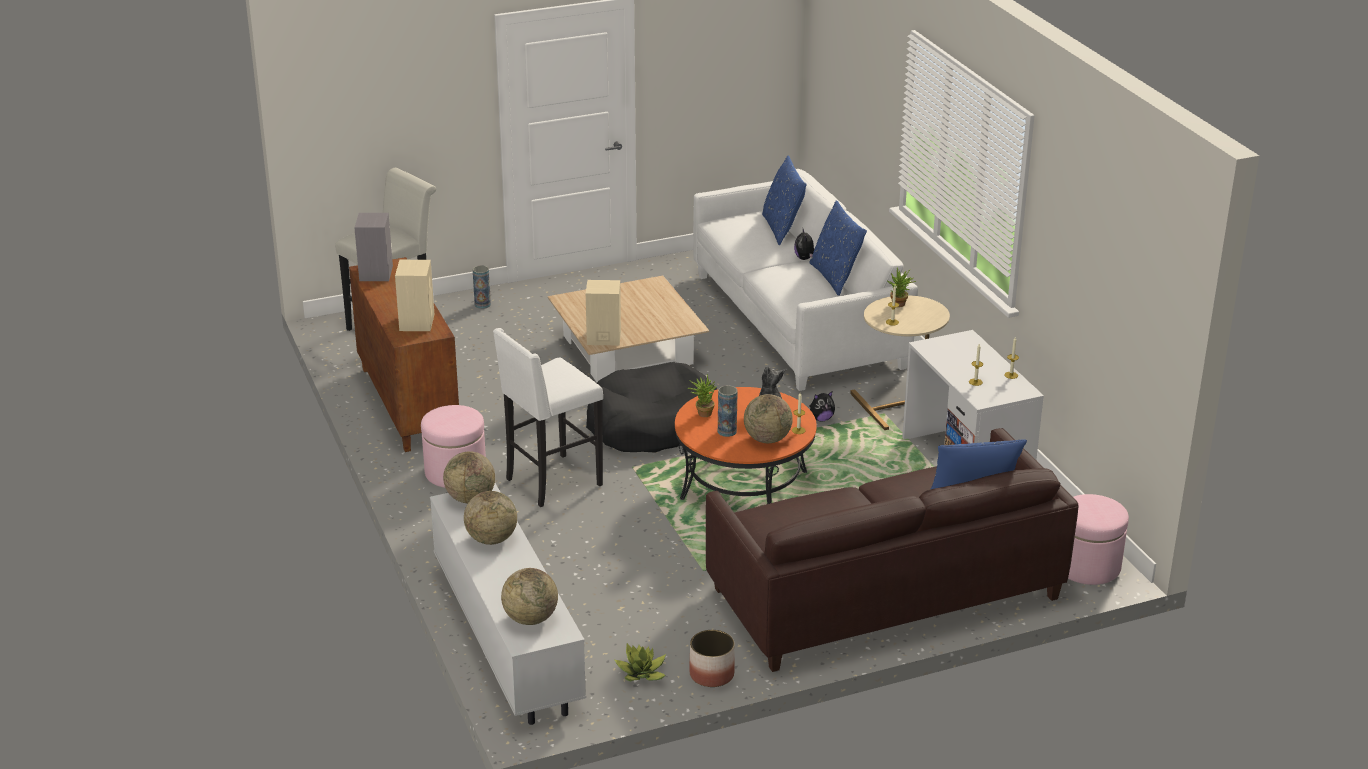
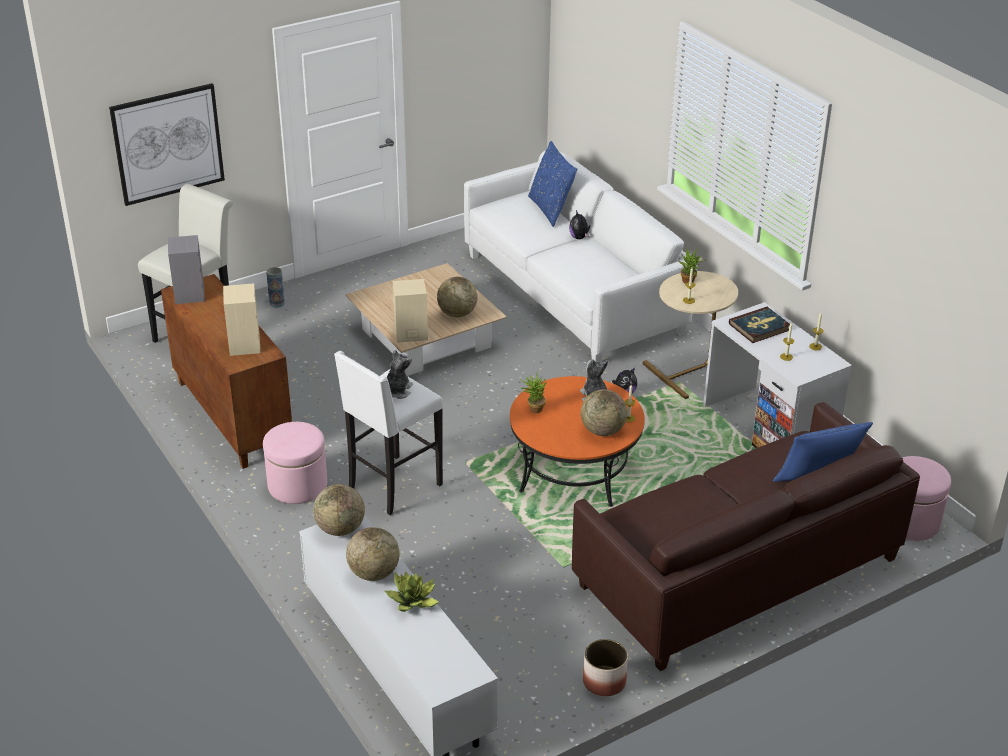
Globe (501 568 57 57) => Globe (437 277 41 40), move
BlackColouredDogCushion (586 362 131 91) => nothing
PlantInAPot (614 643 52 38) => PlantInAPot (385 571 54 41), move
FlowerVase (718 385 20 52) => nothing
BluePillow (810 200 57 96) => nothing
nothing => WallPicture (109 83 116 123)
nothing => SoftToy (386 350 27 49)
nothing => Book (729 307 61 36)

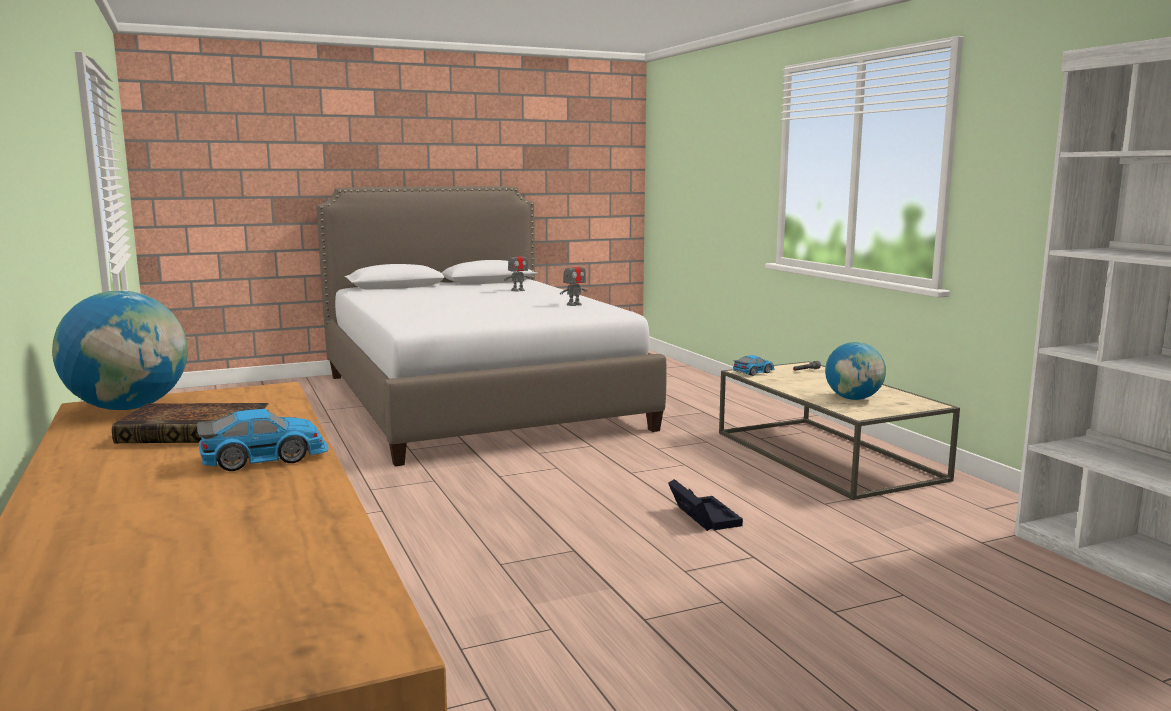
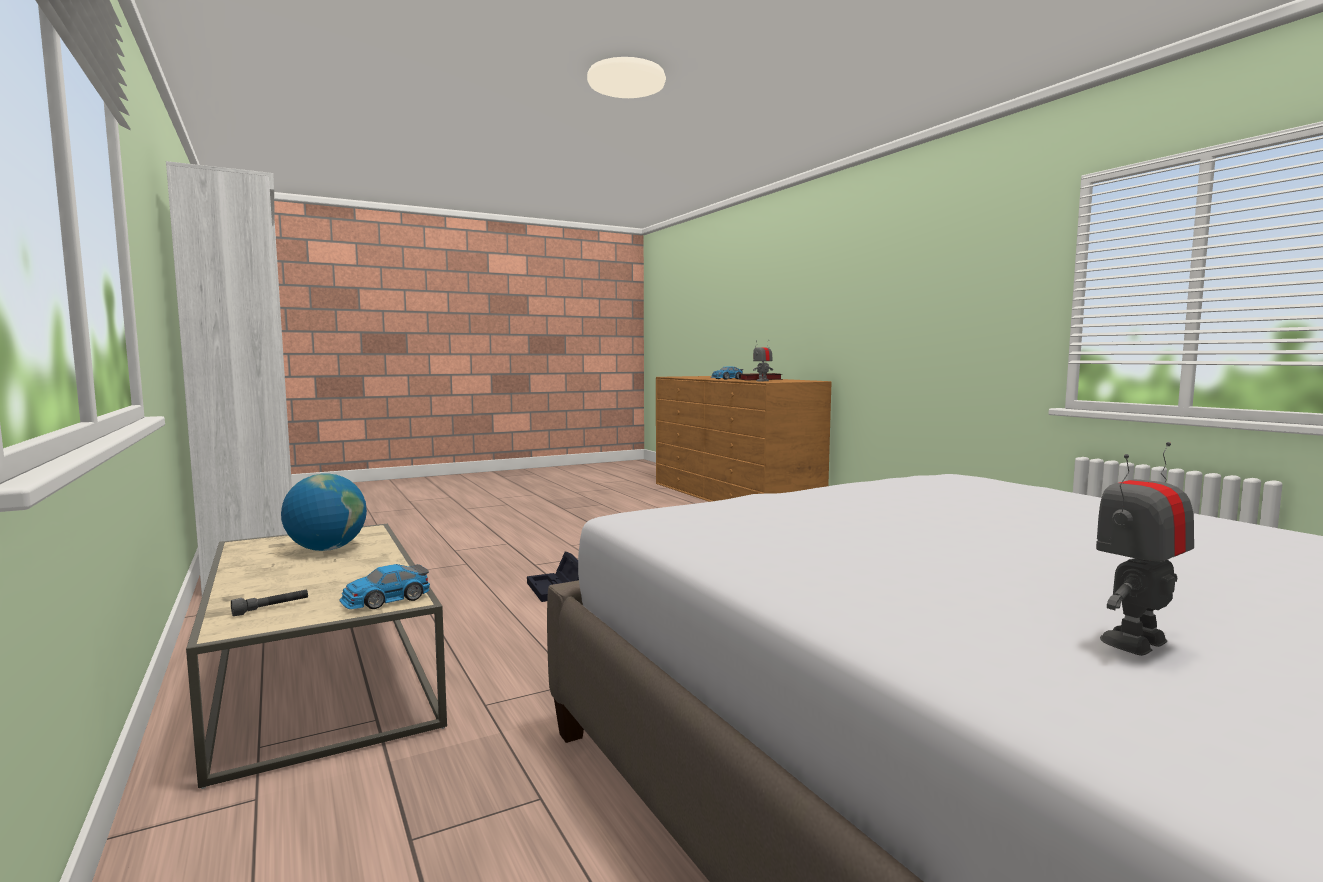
Globe (52 290 136 120) => nothing
ToyRobot (560 259 28 47) => ToyRobot (753 340 20 41), move

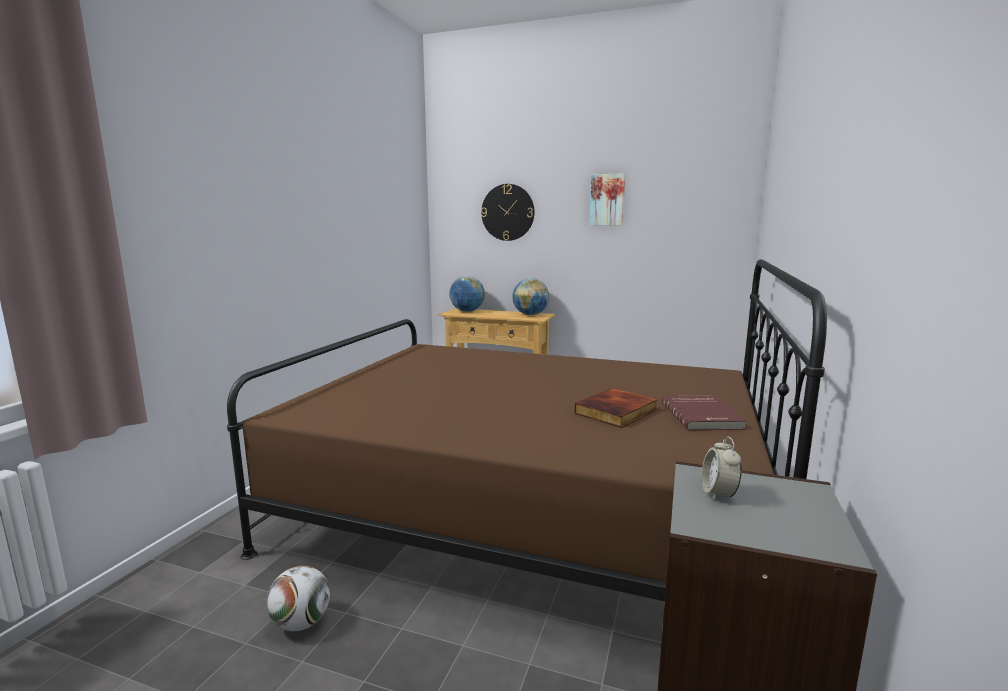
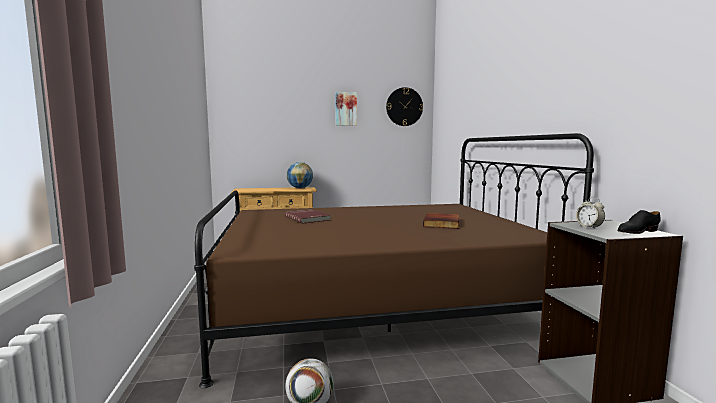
Globe (449 276 36 36) => nothing
ClockOnTheWall (481 184 53 57) => ClockOnTheWall (386 87 37 39), move
RedBook (662 396 84 34) => RedBook (285 209 46 15), move
nothing => BlackColouredItemOfFootwear (618 210 43 24)

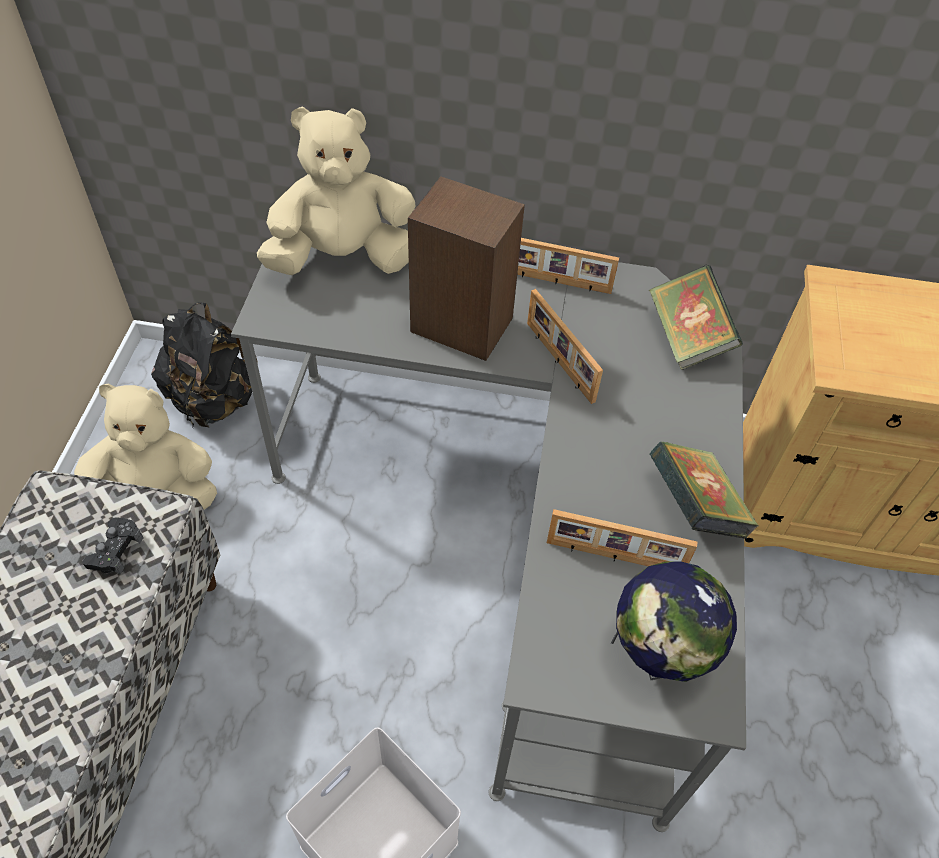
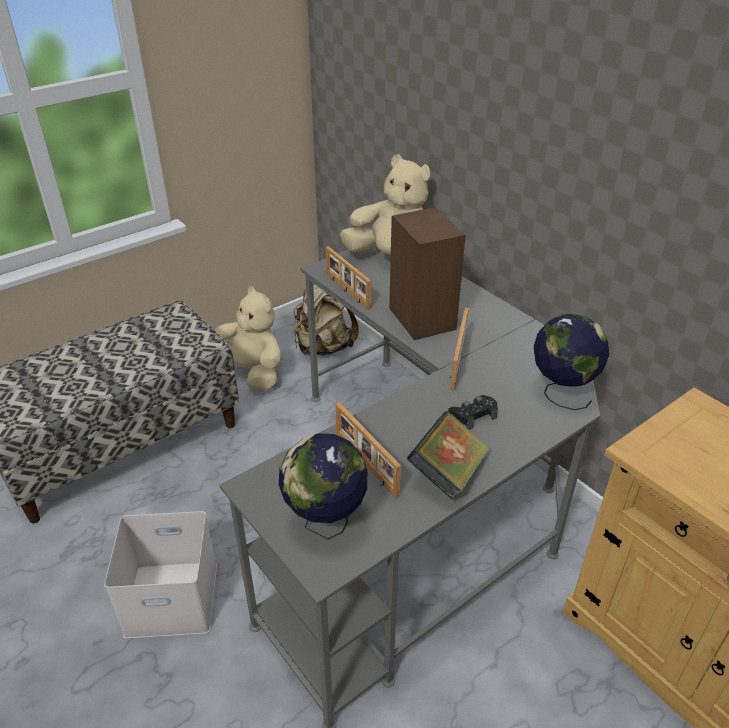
BlackColouredJoypad (82 517 61 57) => BlackColouredJoypad (448 395 50 35), move
BlackColouredKnapsack (151 302 106 125) => BeigeKnapsack (293 283 66 72)
PictureFrame (517 238 102 56) => PictureFrame (326 246 45 64), move
Book (649 265 94 105) => Globe (534 314 75 96)

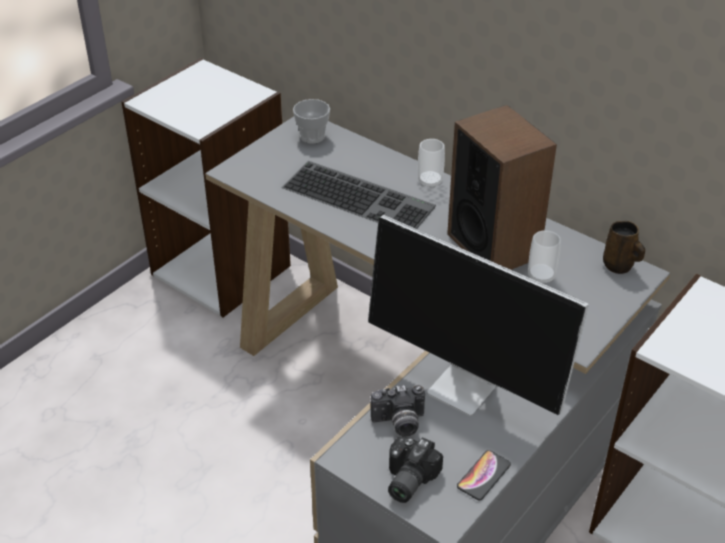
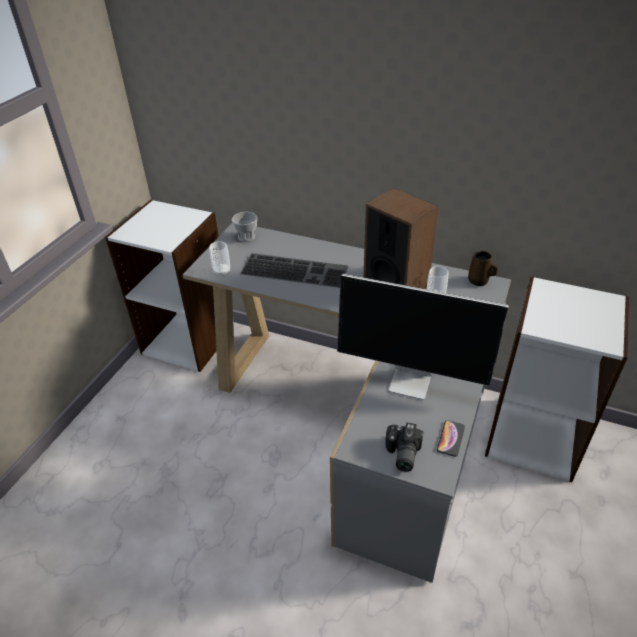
StillCamera (371 385 54 52) => nothing
Cup (418 139 27 50) => Cup (209 241 21 35), move

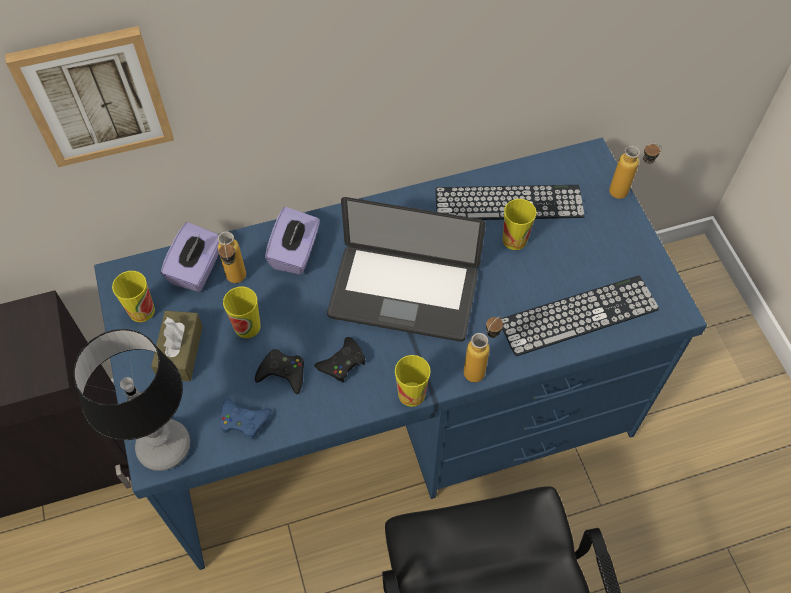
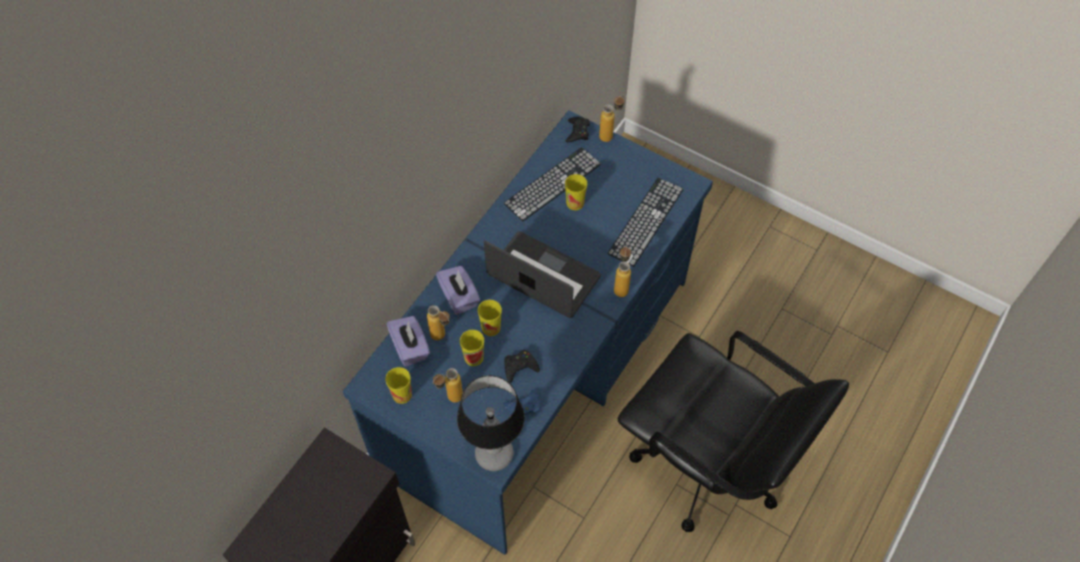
WallPicture (5 26 169 141) => nothing
BrownTissueBox (151 311 52 70) => BeverageBottle (433 368 30 34)
BlackColouredJoypad (314 337 51 46) => BlackColouredJoypad (566 117 24 25), move
Laptop (327 197 159 145) => Laptop (484 231 117 87), 120 degrees counterclockwise
Cup (395 355 36 52) => Cup (478 300 24 36), move

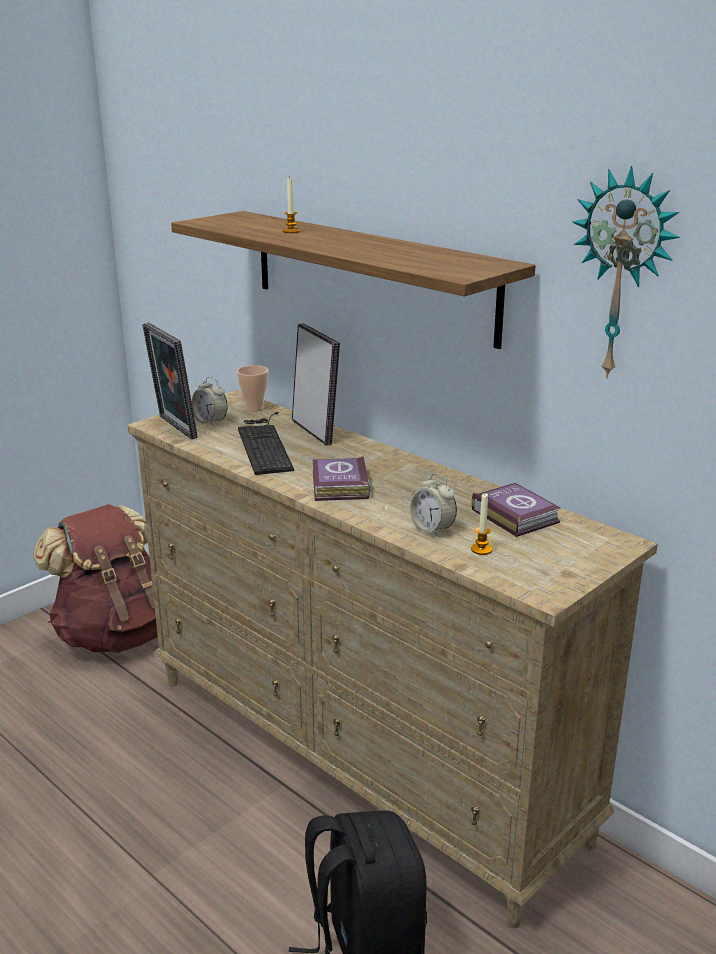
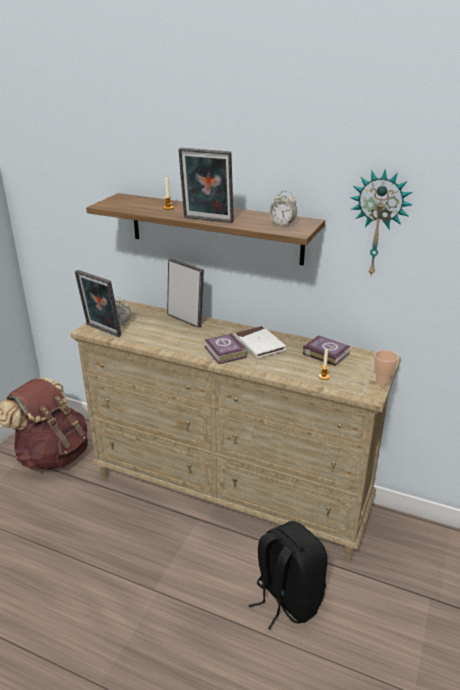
Cup (237 365 32 47) => Cup (374 350 25 35), move
Keyboard (238 412 56 63) => nothing
BedsideClock (410 473 47 64) => BedsideClock (269 191 28 36), move
nothing => PictureFrame (178 148 56 75)
nothing => WhitishBook (234 326 52 32)

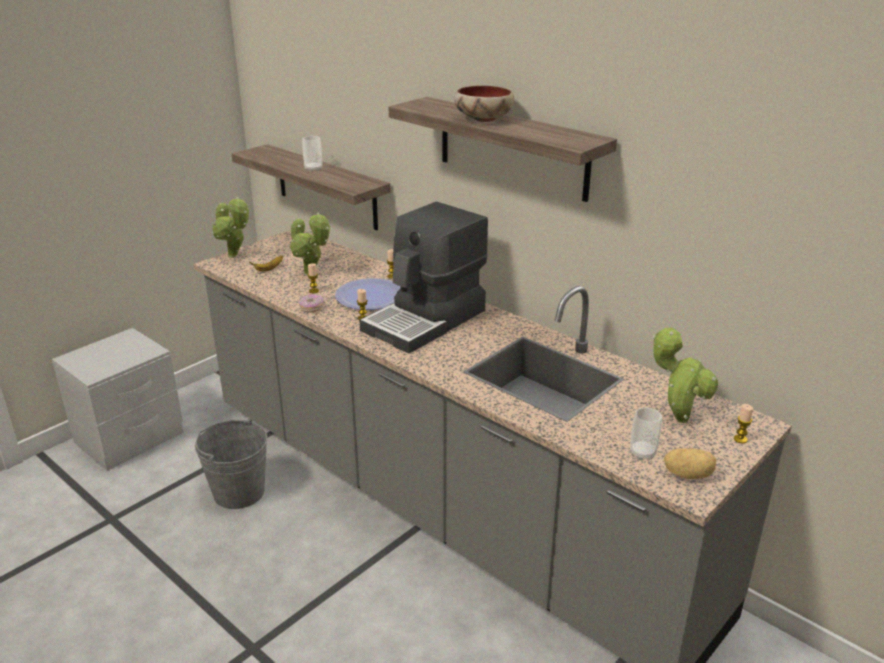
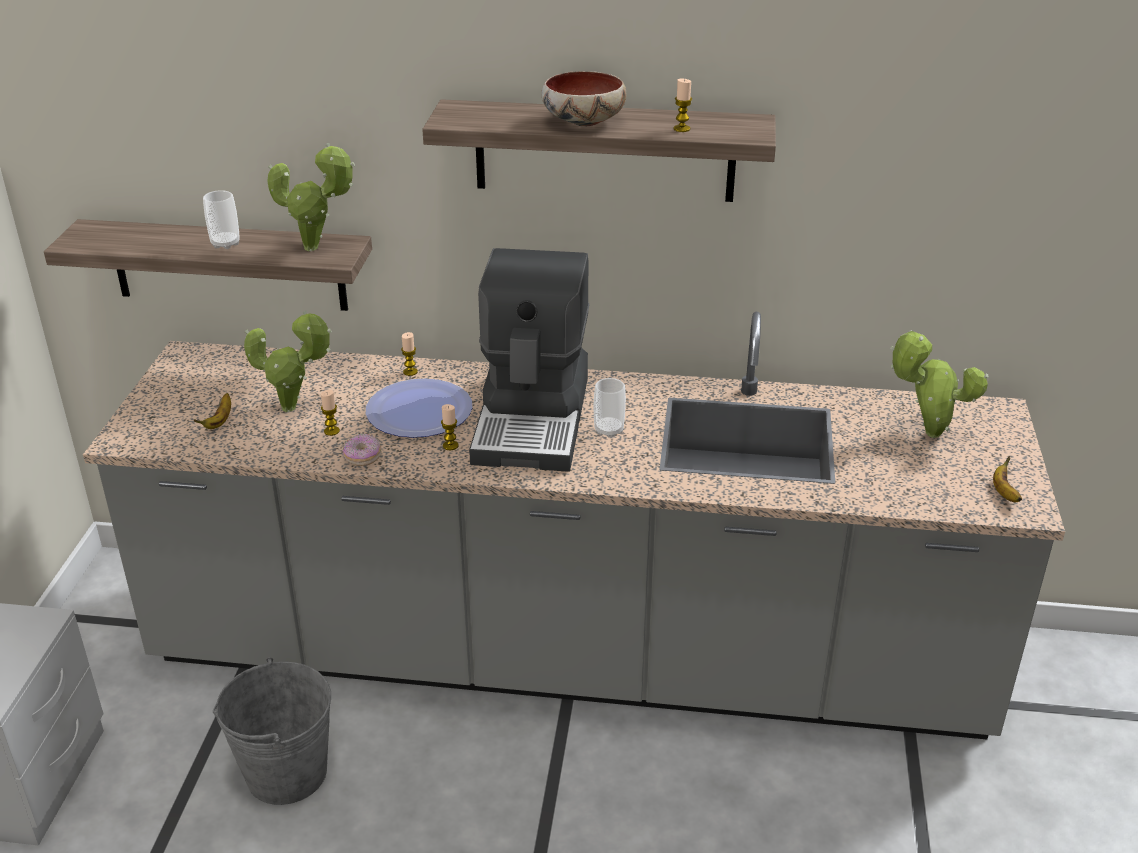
PlantInAPot (212 197 37 61) => PlantInAPot (267 143 88 108), move
Cup (630 407 32 53) => Cup (594 378 32 60), move
Spud (664 449 52 30) => WholeBanana (993 456 29 46)
Candle (734 404 19 39) => Candle (674 78 18 54), move

